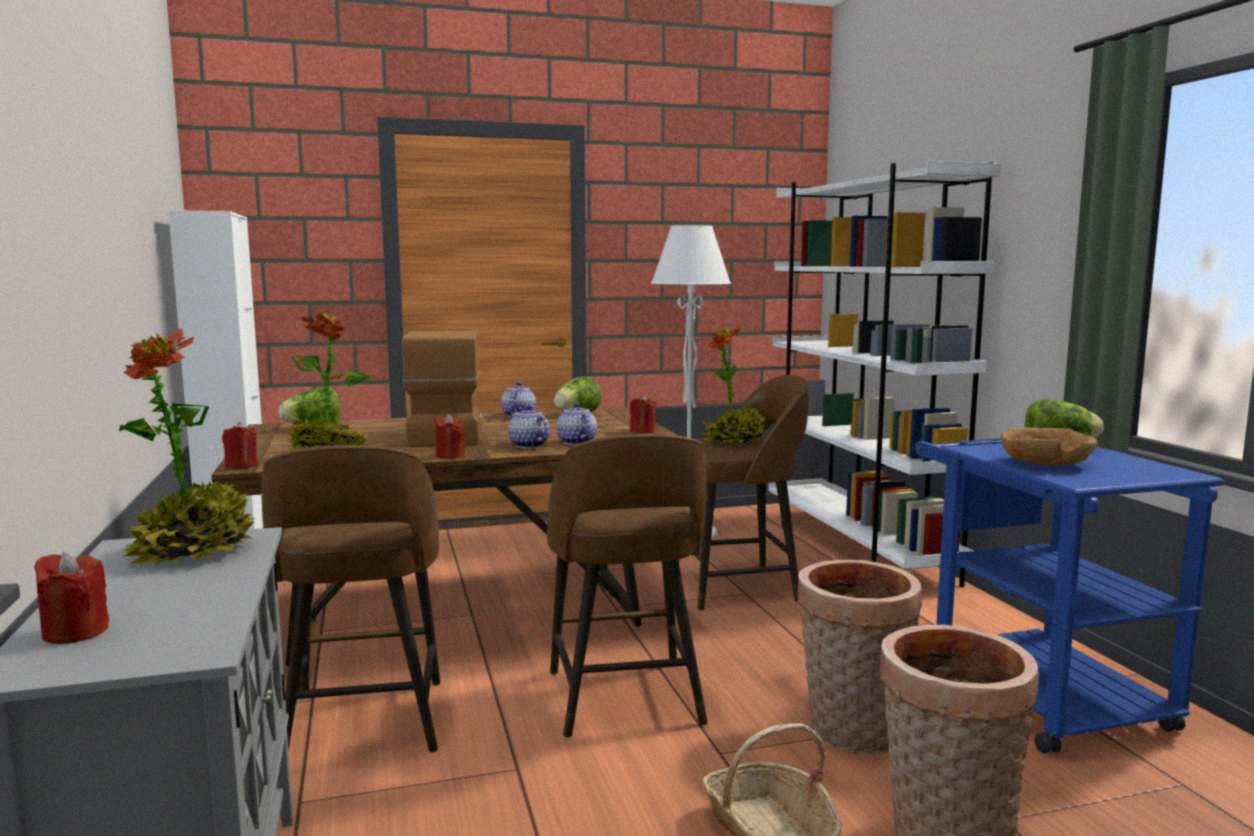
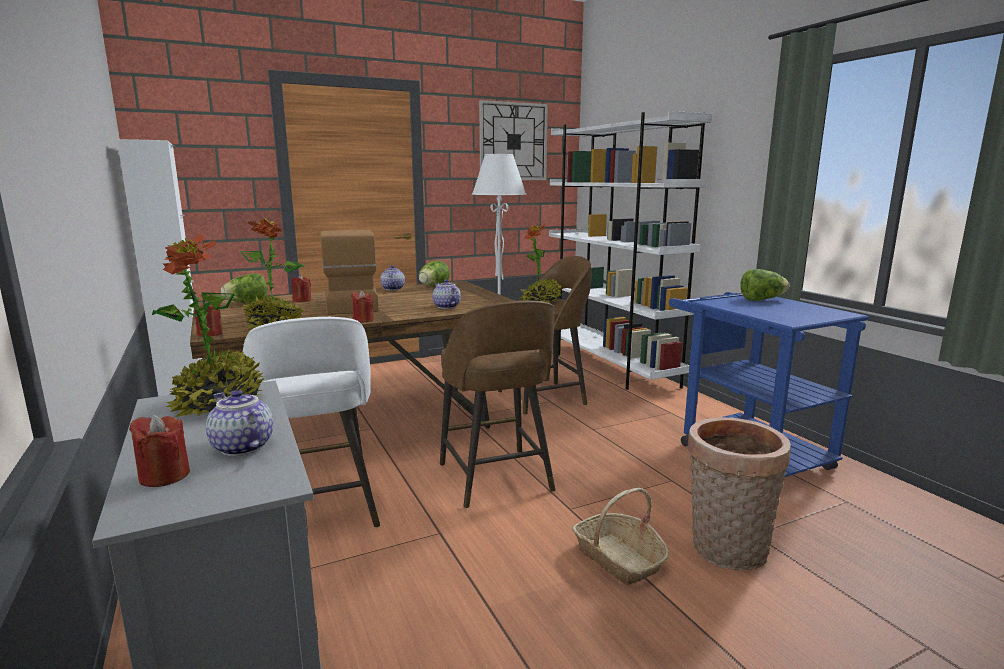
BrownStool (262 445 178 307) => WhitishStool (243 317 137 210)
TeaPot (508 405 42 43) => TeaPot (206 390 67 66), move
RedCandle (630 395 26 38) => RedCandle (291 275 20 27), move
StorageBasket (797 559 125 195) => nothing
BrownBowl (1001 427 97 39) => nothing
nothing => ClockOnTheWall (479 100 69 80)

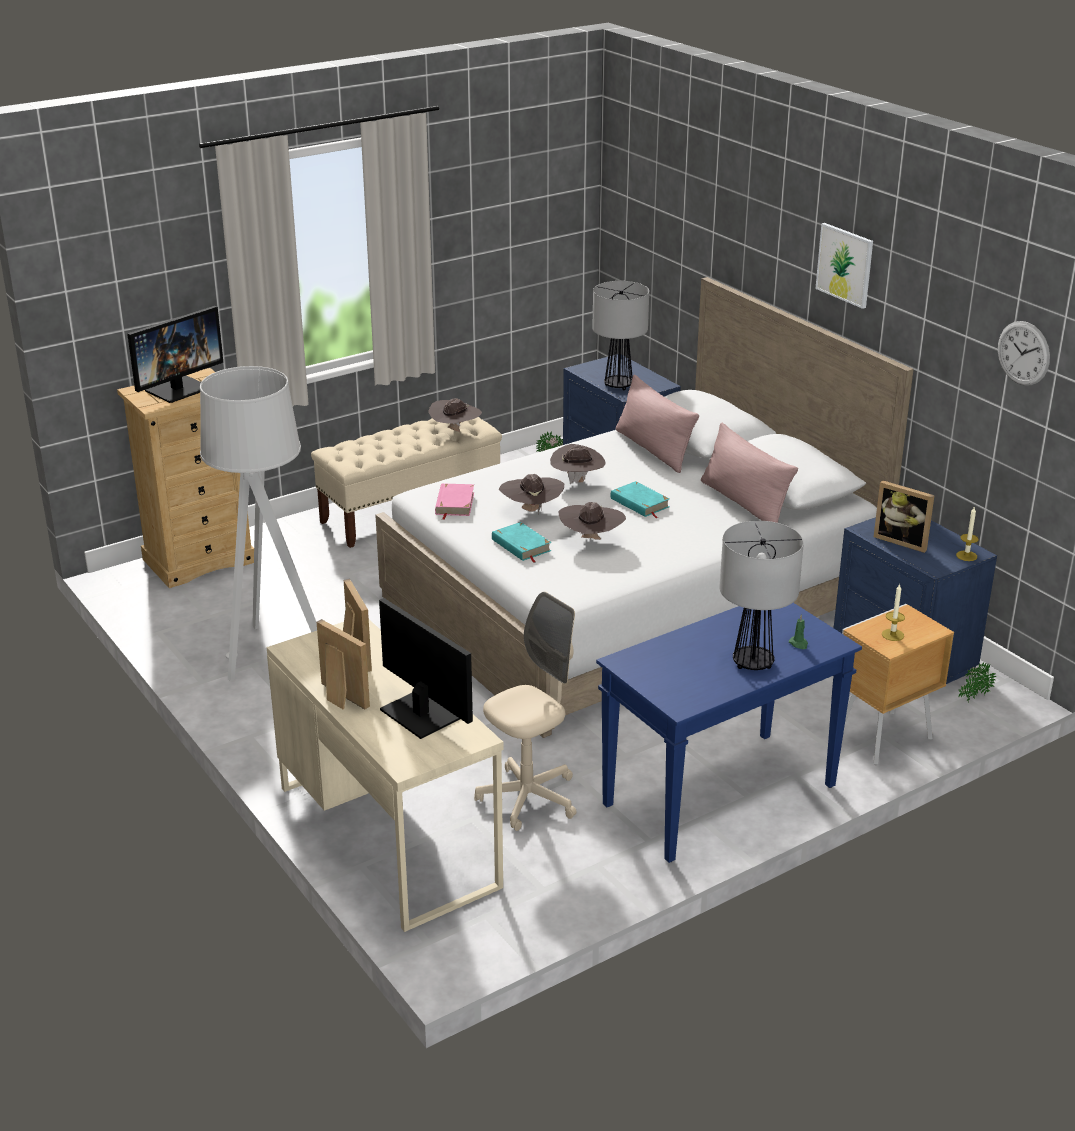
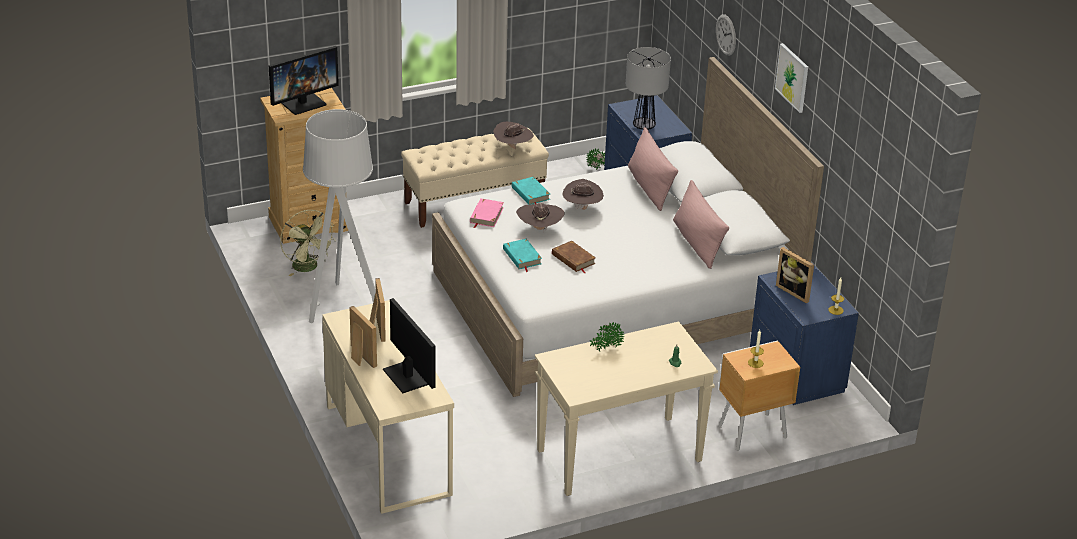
BeigeOfficeChair (474 591 103 240) => nothing
BrownClothingHat (559 502 67 38) => BrownBook (552 241 44 33)
BlueHallTable (596 603 266 260) => BeigeHallTable (535 322 183 174)
BlueGreenBook (611 481 59 37) => BlueGreenBook (512 177 38 28), move
TabletopLamp (719 521 85 149) => nothing
PlantInAPot (959 663 37 40) => PlantInAPot (590 322 35 30), move
ClockOnTheWall (998 321 52 65) => ClockOnTheWall (716 14 20 42), move
nothing => GreenColouredElectricFan (280 210 56 67)

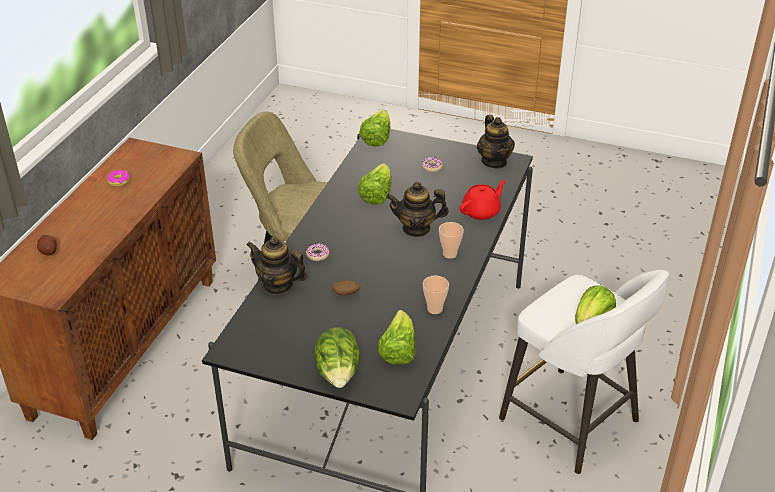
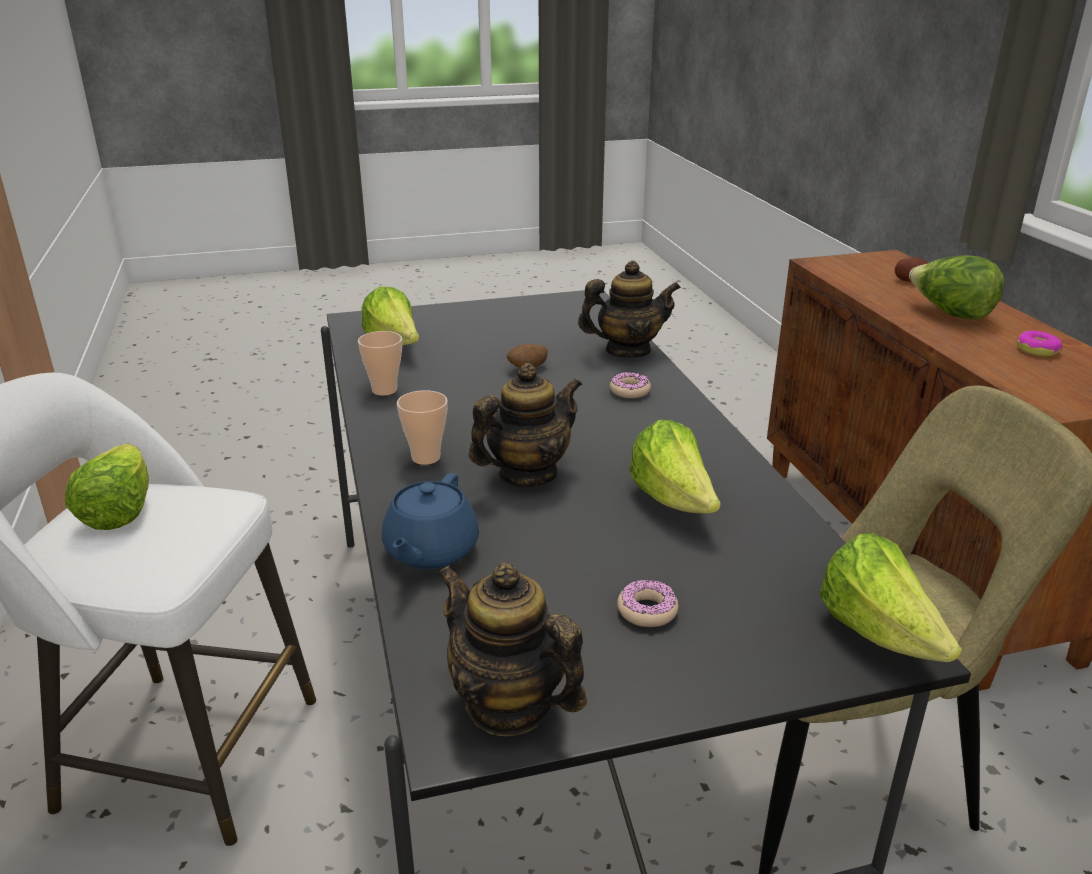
HeadOfLettuce (314 327 46 61) => HeadOfLettuce (909 255 95 65), move
RedTeaPot (460 180 46 40) => BlueTeaPot (382 473 97 96)

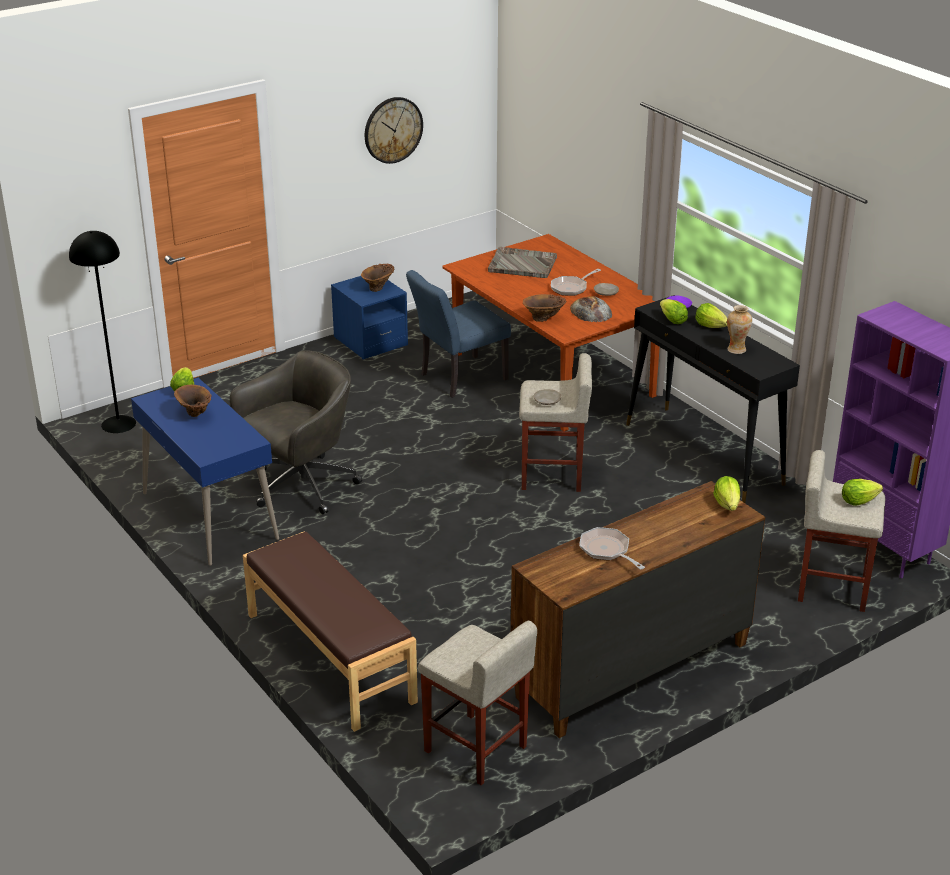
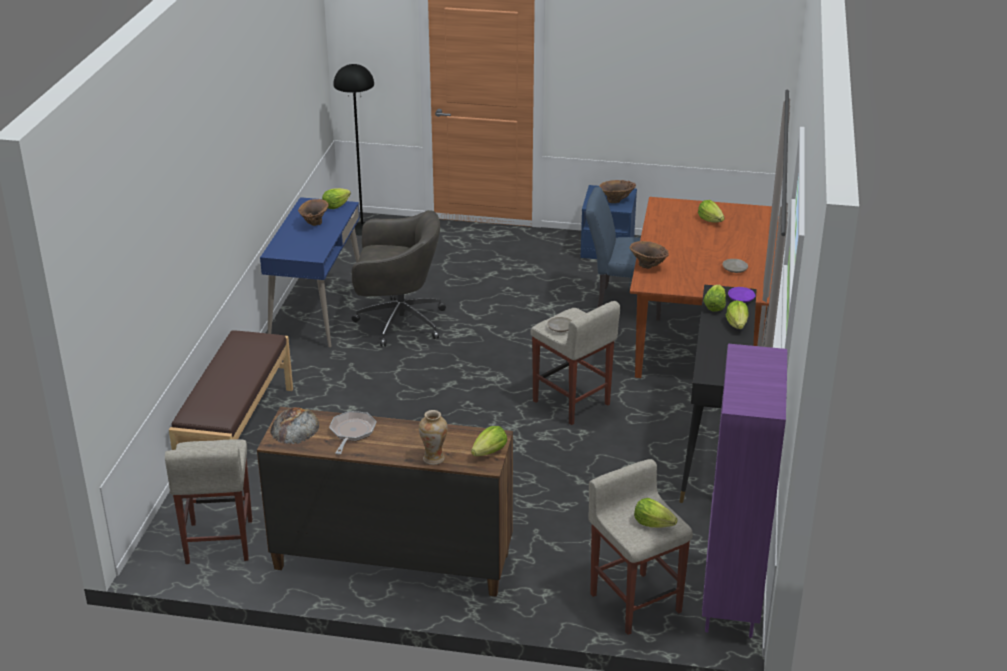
ClockOnTheWall (365 97 58 67) => nothing
GrayServingTray (488 247 69 31) => HeadOfLettuce (698 200 26 22)
Skillet (551 269 50 27) => nothing
Bread (570 296 42 26) => Bread (270 407 49 37), move
FlowerVase (727 305 25 49) => FlowerVase (419 410 29 55), move

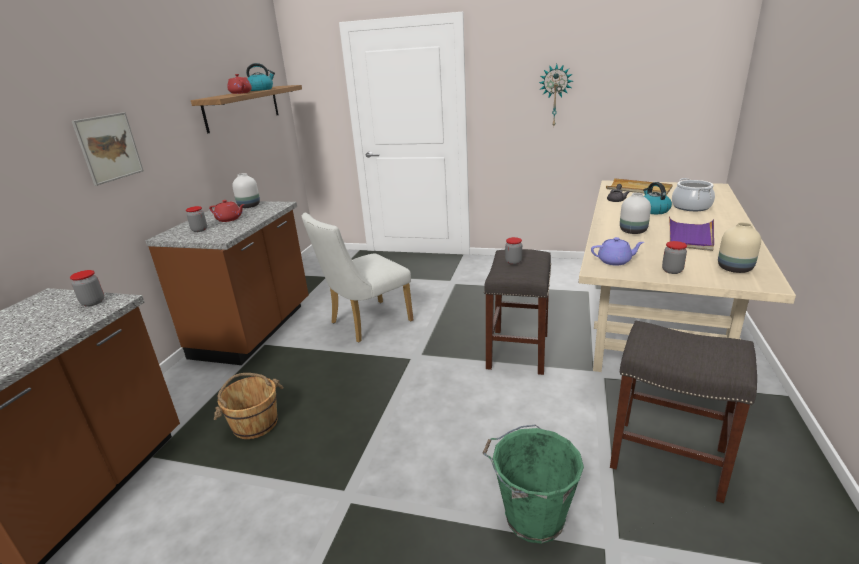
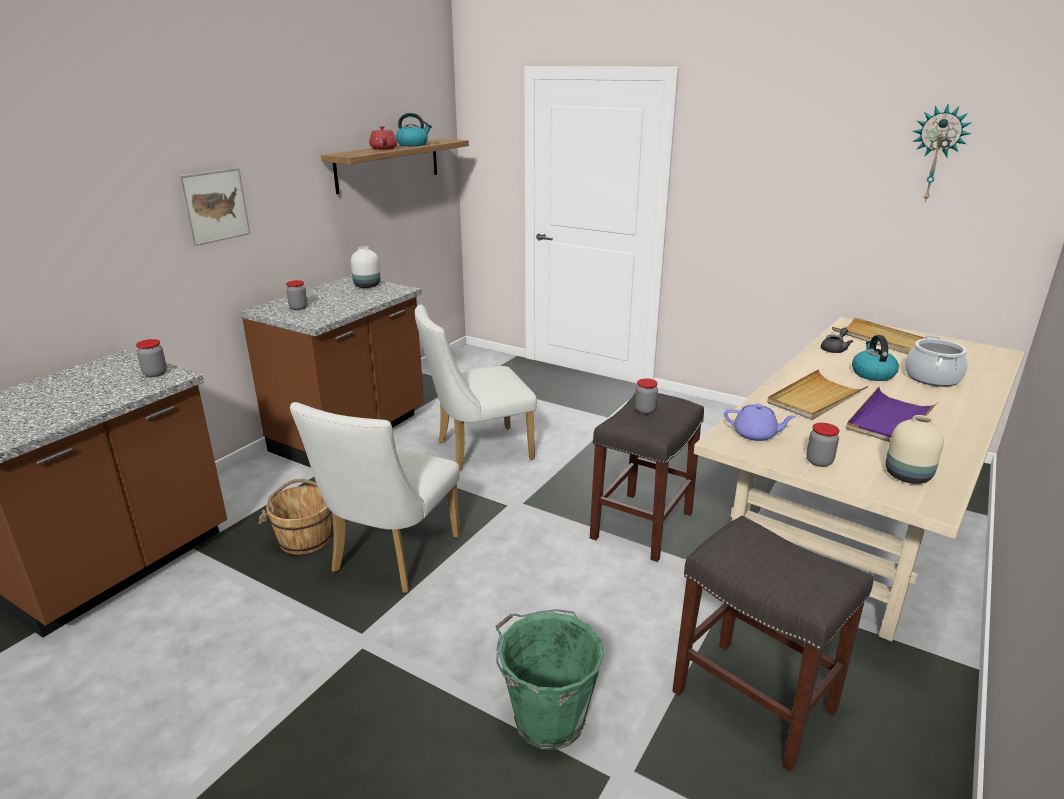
RedTeaPot (209 200 36 22) => nothing
ClockOnTheWall (539 64 34 62) => ClockOnTheWall (912 104 60 99), move
WhitishFlowerVase (620 193 31 41) => BeigeServingTray (767 369 102 51)
nothing => WhitishChair (290 402 170 191)

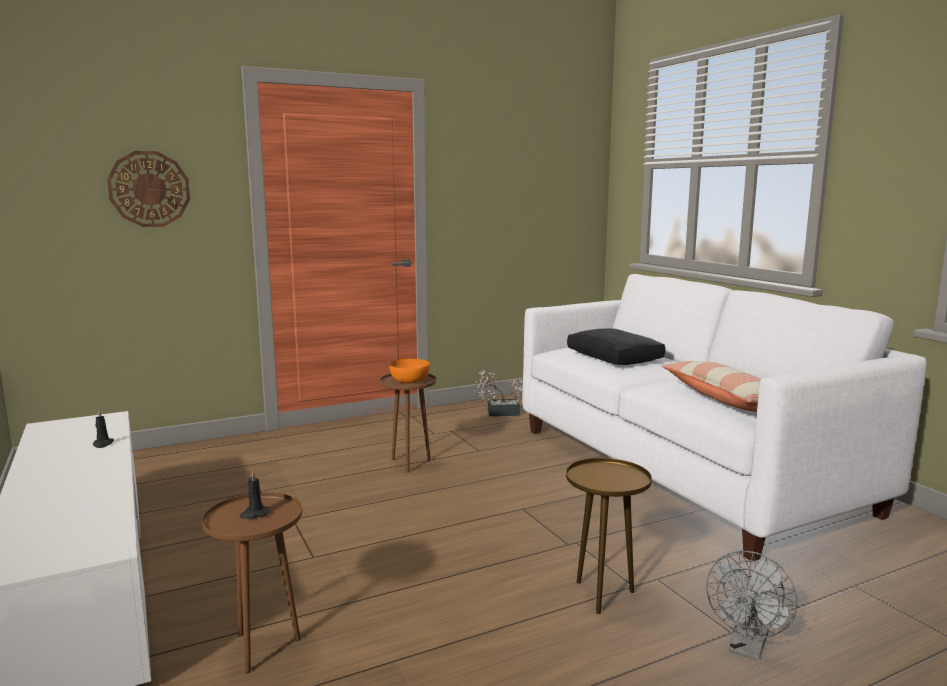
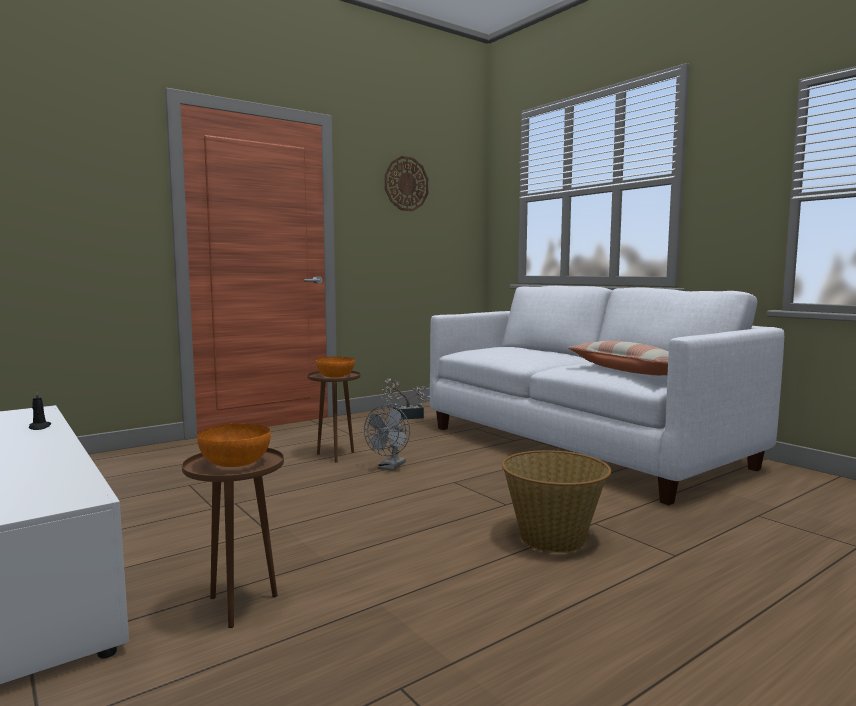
ClockOnTheWall (107 151 83 76) => ClockOnTheWall (385 156 43 55), move
BlackColouredCandle (240 470 30 49) => OrangeyBowl (197 423 74 44)
BrownAccentTable (566 458 86 156) => StorageBasket (502 450 109 103)
BlackColouredPillow (567 328 99 37) => nothing
GrayElectricFan (706 551 91 109) => GrayElectricFan (364 405 46 66), move

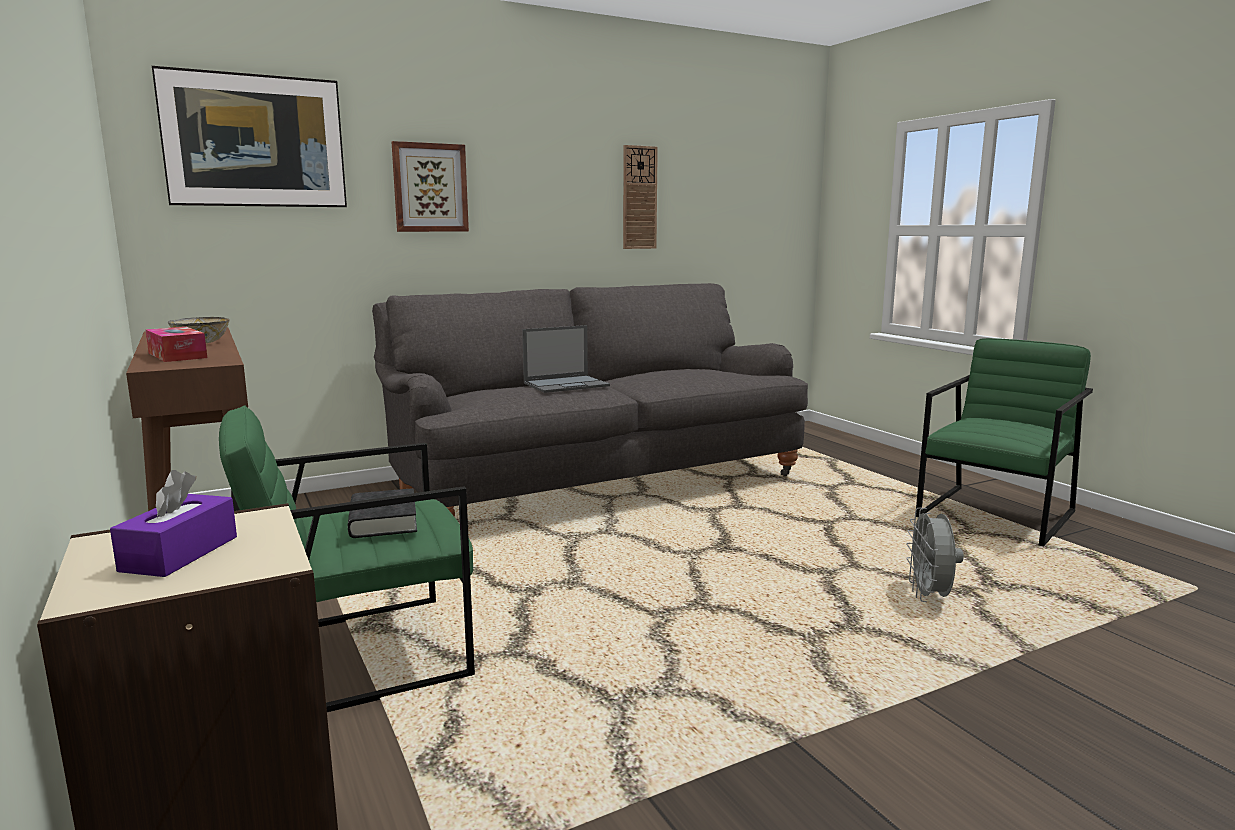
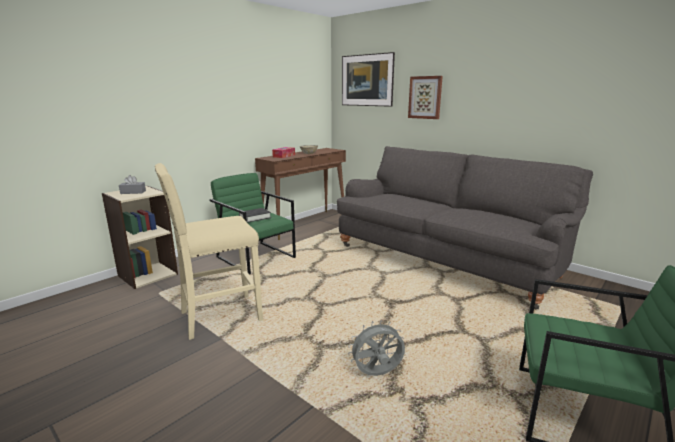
PurpleColouredTissueBox (110 470 127 107) => GrayTissueBox (119 175 27 19)
Laptop (522 325 88 68) => nothing
ClockOnTheWall (623 145 35 104) => nothing
nothing => BeigeStool (155 163 108 177)

